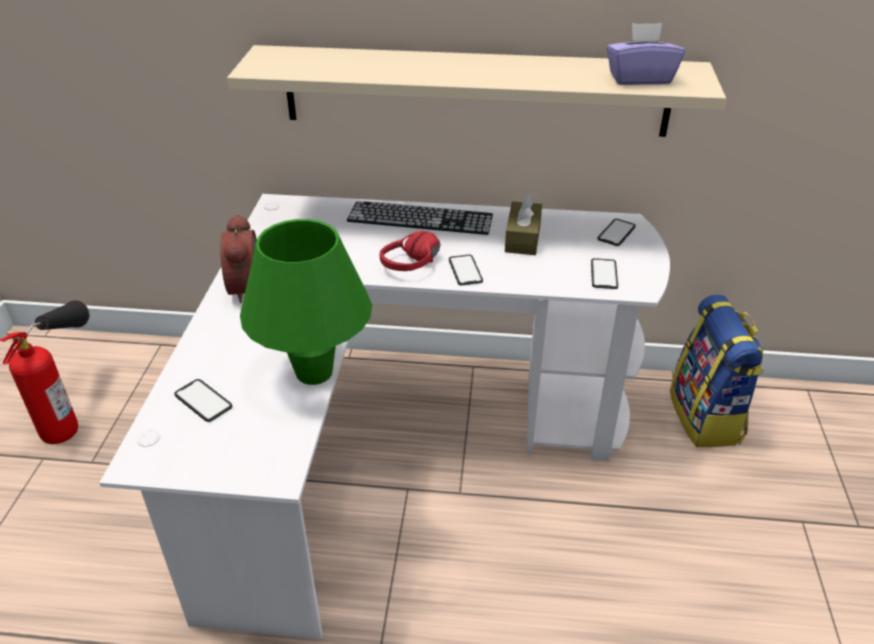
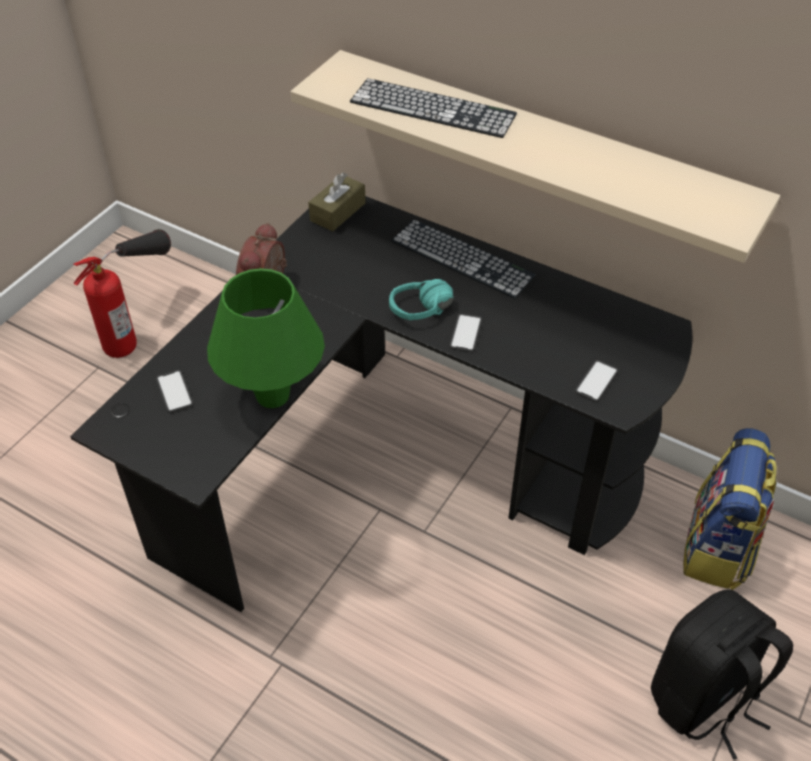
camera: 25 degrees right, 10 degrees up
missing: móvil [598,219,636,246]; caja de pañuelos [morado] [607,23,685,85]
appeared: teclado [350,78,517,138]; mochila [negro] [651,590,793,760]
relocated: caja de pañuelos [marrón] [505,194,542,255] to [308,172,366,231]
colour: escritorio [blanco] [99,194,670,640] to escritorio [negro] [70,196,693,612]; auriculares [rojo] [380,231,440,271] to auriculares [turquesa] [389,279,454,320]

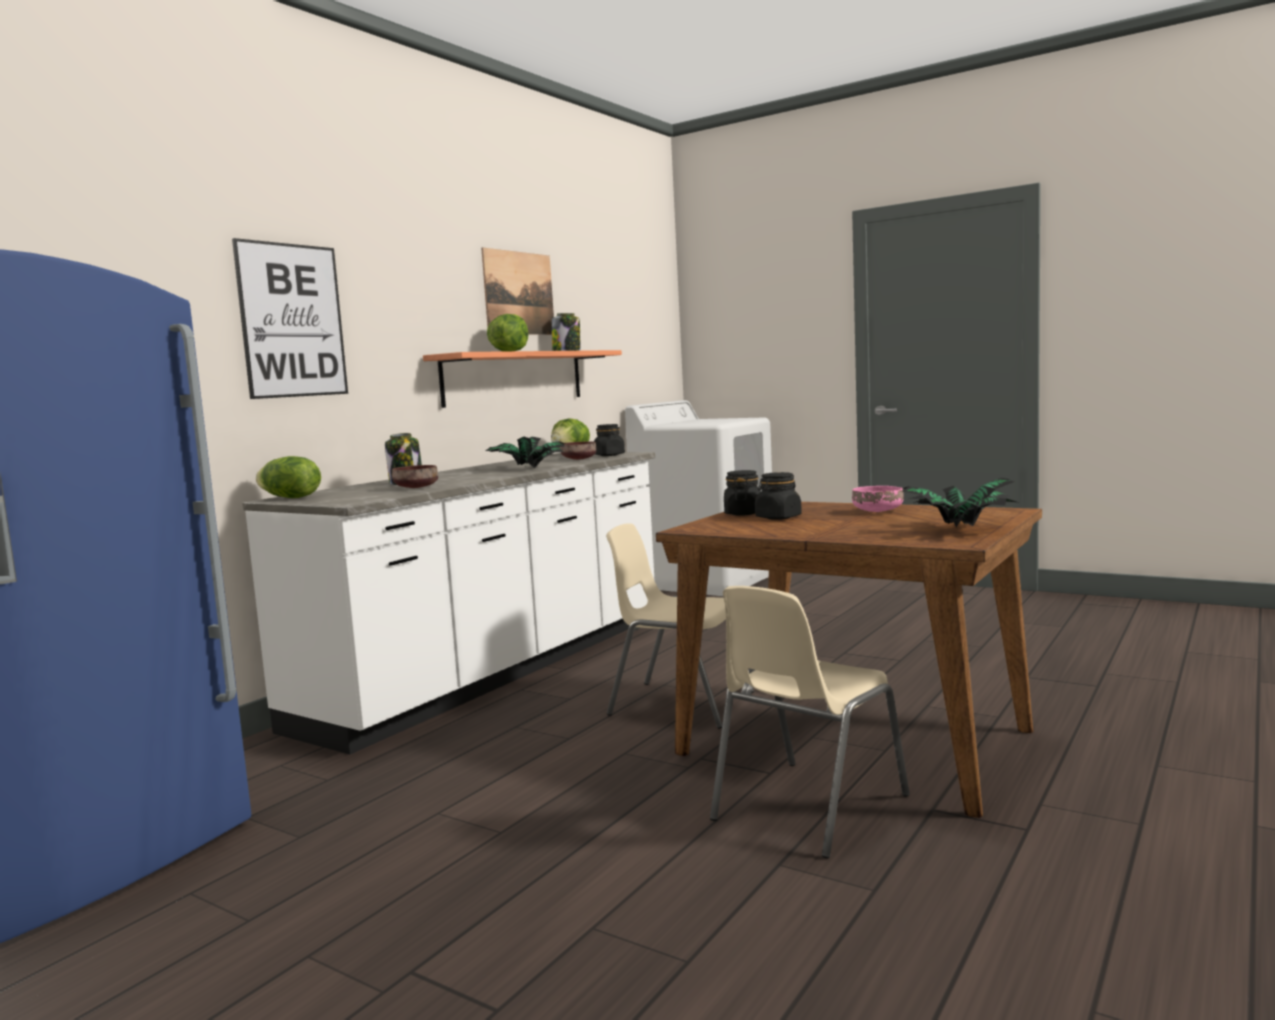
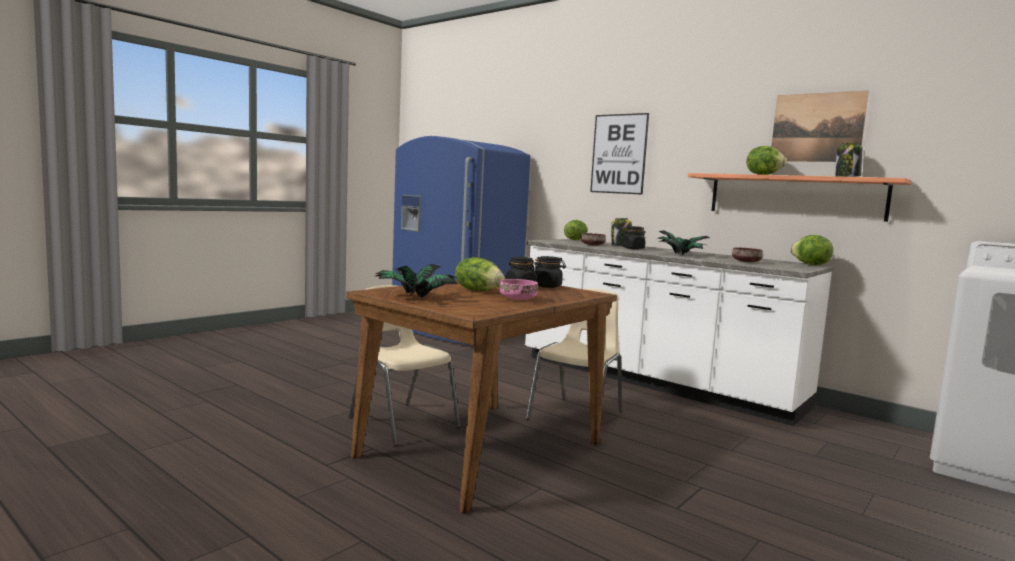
camera: 95 degrees right, 0 degrees up
appeared: lechuga [455,257,504,291]
relocated: tarro [negro] [594,424,625,456] to [622,226,646,249]

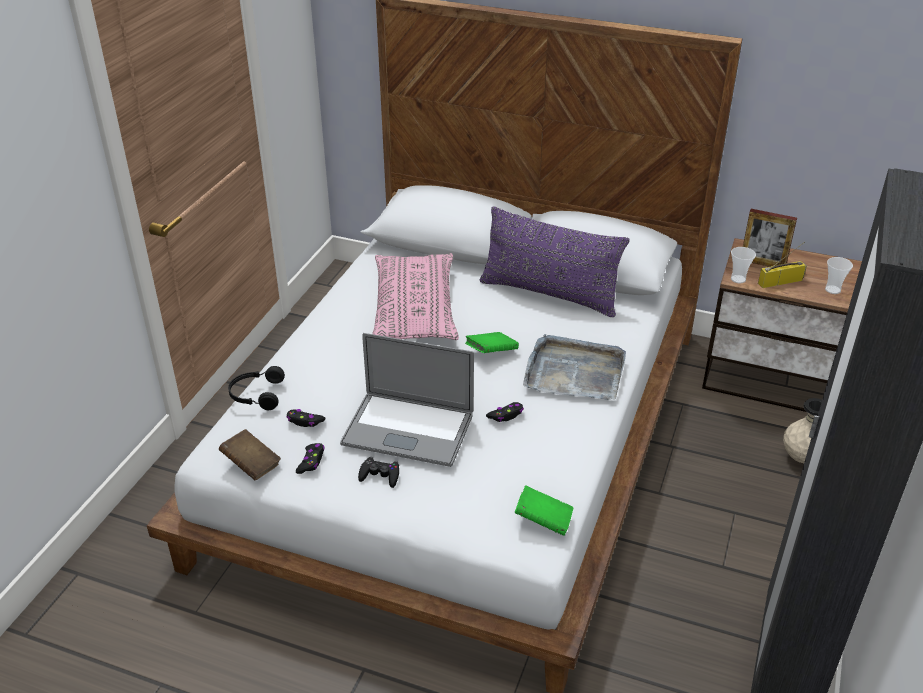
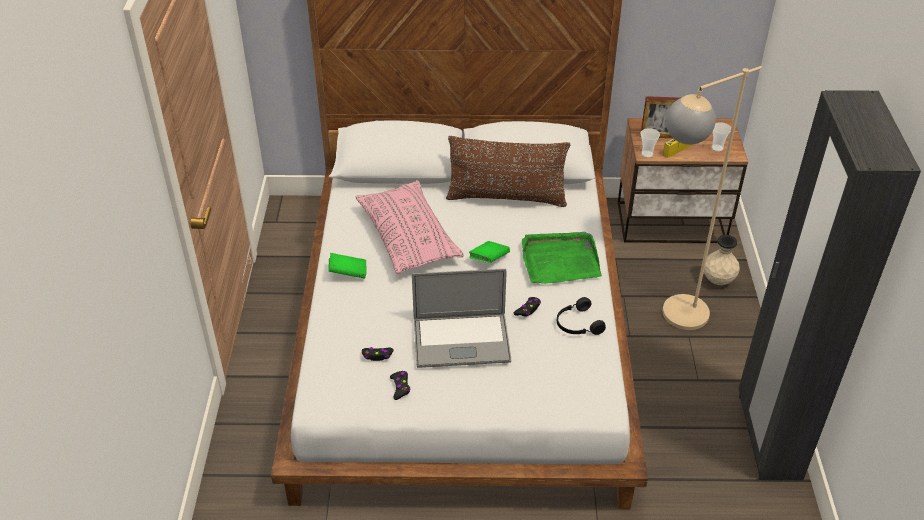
camera: 20 degrees left, 5 degrees up
missing: libro [marrón] [219,429,281,480]; mando de consola [negro] [358,457,399,488]
appeared: lámpara de pie [beis] [662,66,762,330]
relocated: auriculares [negro] [228,366,285,410] to [557,297,606,335]; libro [verde] [515,485,573,536] to [328,253,366,279]
colour: cojín [morado] [480,206,630,317] to cojín [marrón] [446,136,571,207]; bandeja [gris] [523,334,626,400] to bandeja [verde] [522,232,602,284]

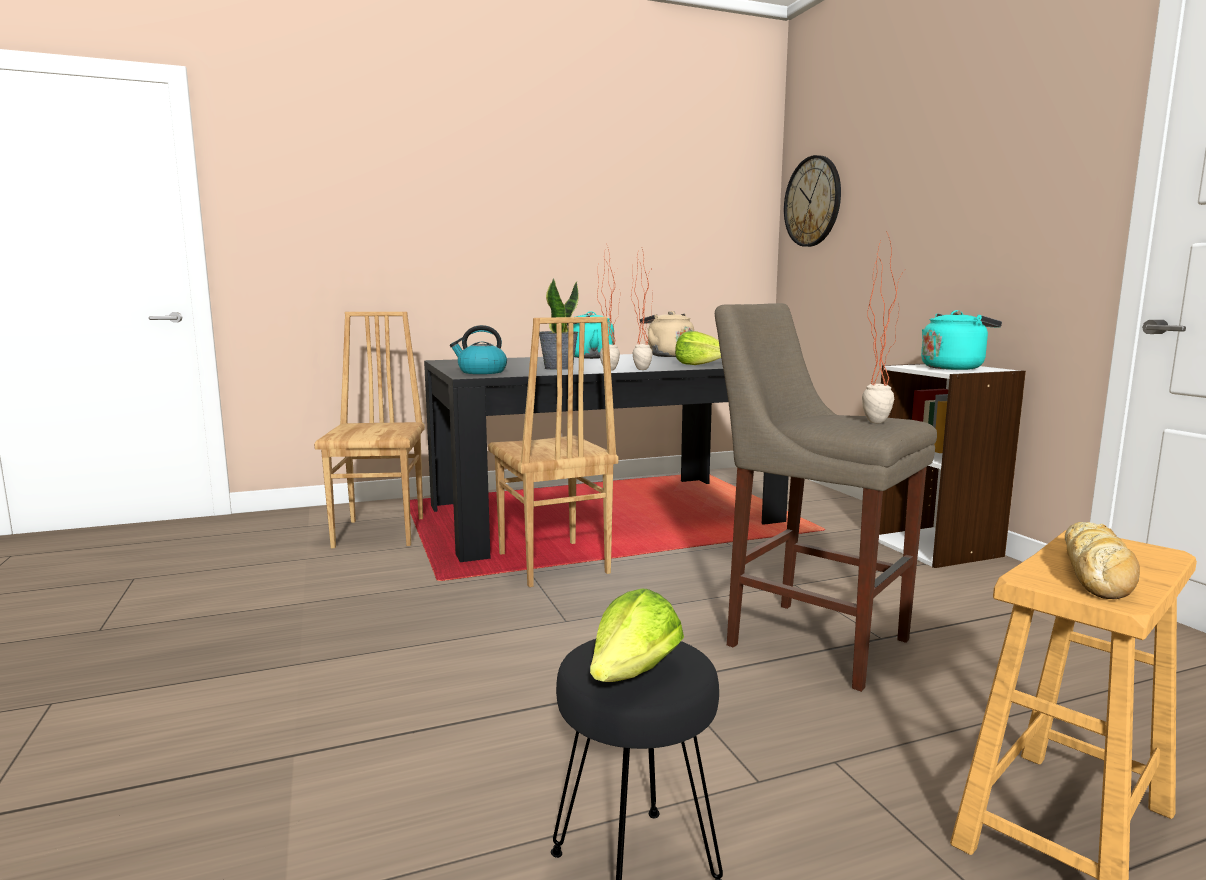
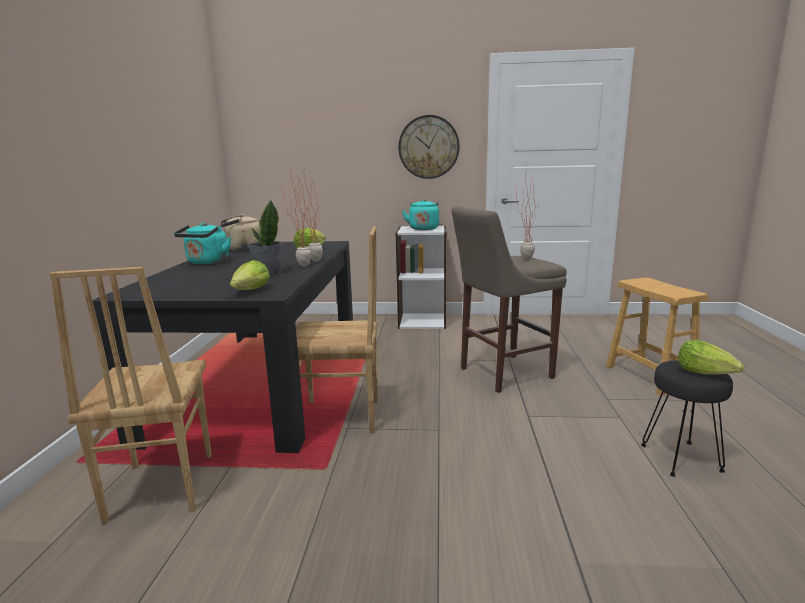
camera: 65 degrees left, 5 degrees up
missing: pan [1065,522,1140,599]
relocated: reloj de pared [784,155,841,247] to [398,115,460,179]
exchanged: hervidor [450,325,507,374] to lechuga [230,260,270,290]
spun: silla [marrón] [314,312,425,548] = [50,267,212,524] 120 degrees counterclockwise

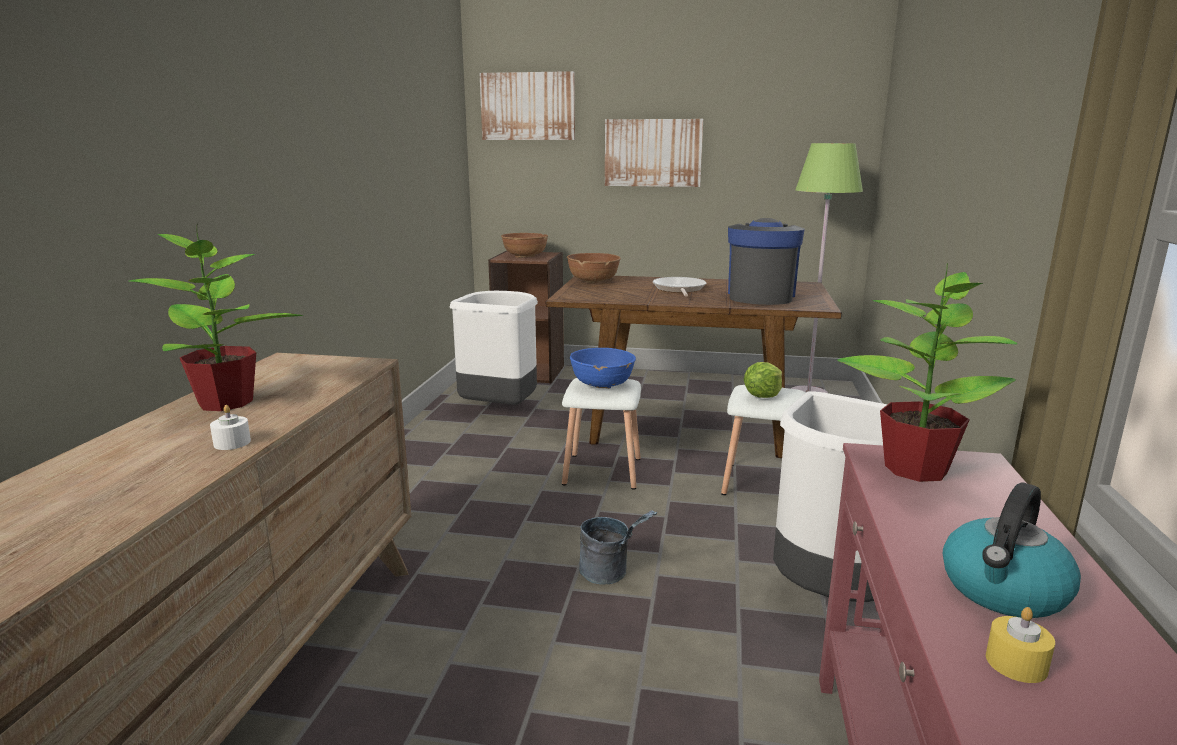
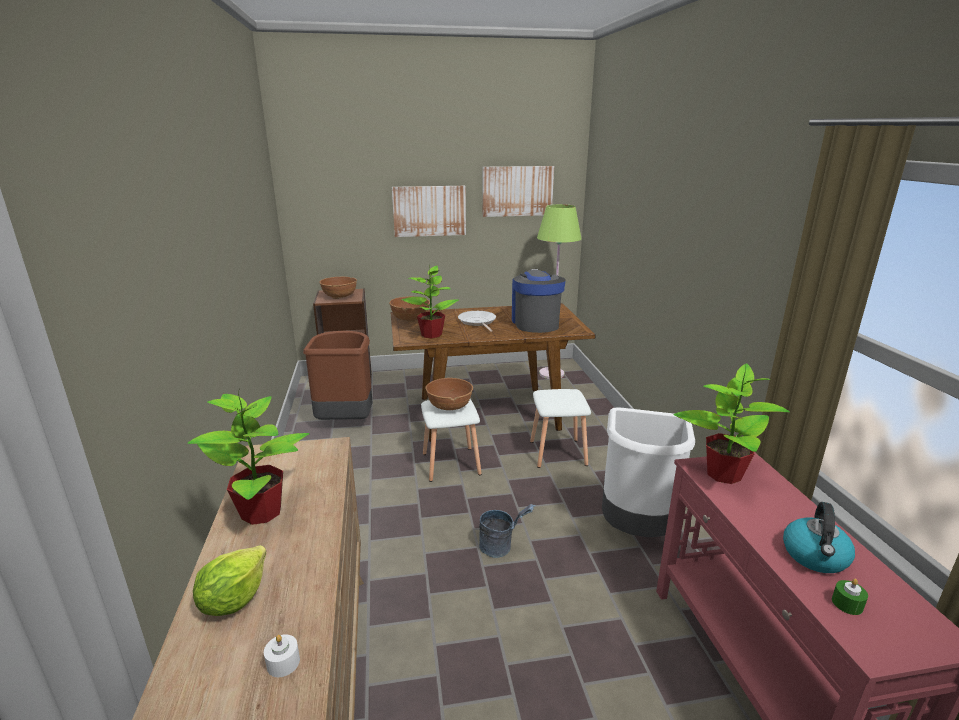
camera: 20 degrees left, 5 degrees up
appeared: planta en maceta [402,264,459,338]
relocated: vela [blanco] [210,405,251,450] to [264,634,300,677]; cuadro [479,71,575,140] to [482,166,554,217]; lechuga [743,362,782,398] to [193,545,267,616]
colour: papelera [blanco] [450,291,538,405] to papelera [marrón] [303,331,372,420]; cuenco [azul] [570,348,636,389] to cuenco [marrón] [425,378,473,410]; vela [amarillo] [986,607,1055,683] to vela [verde] [832,579,868,615]

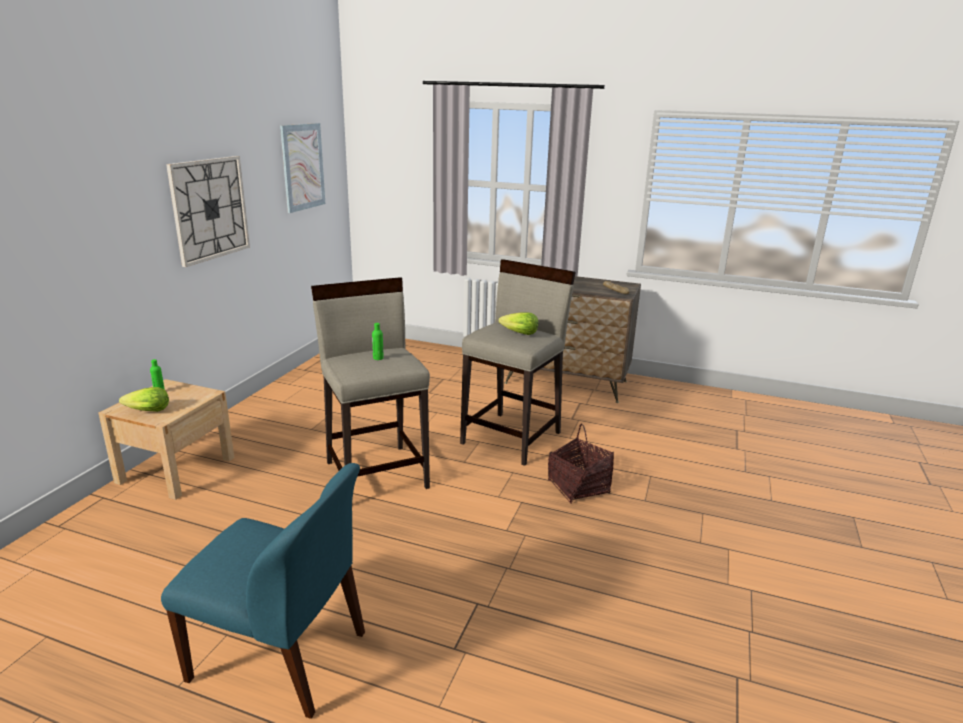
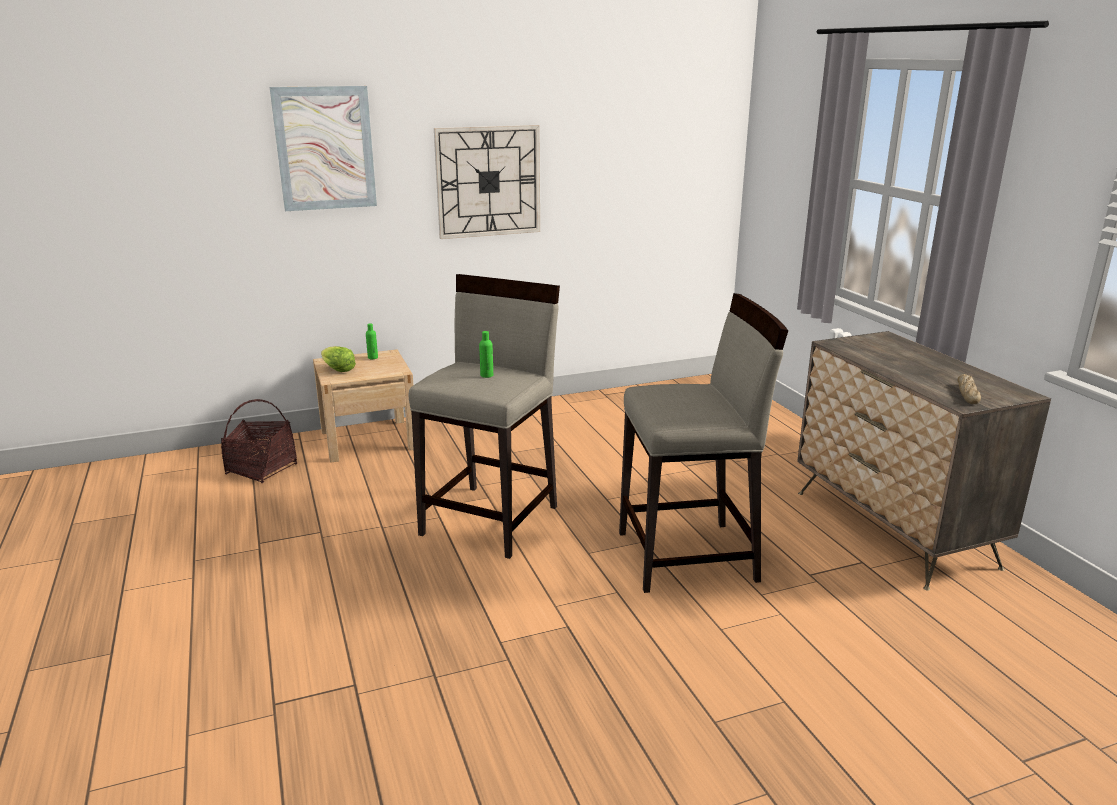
camera: 50 degrees right, 0 degrees up
missing: silla [azul] [161,463,365,719]; lechuga [498,312,538,335]
relocated: cuadro [280,123,325,213] to [270,86,377,211]; cesta [548,424,614,504] to [221,399,297,483]

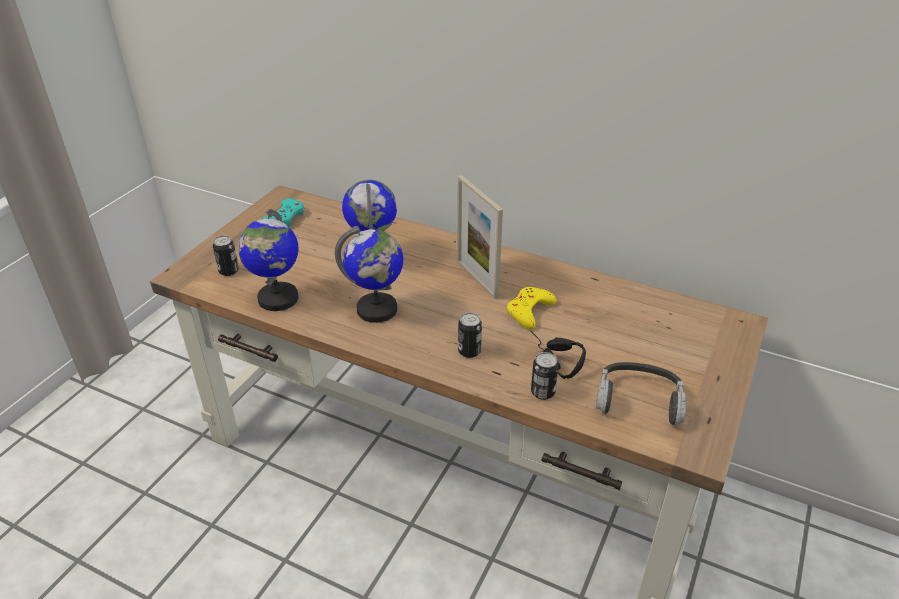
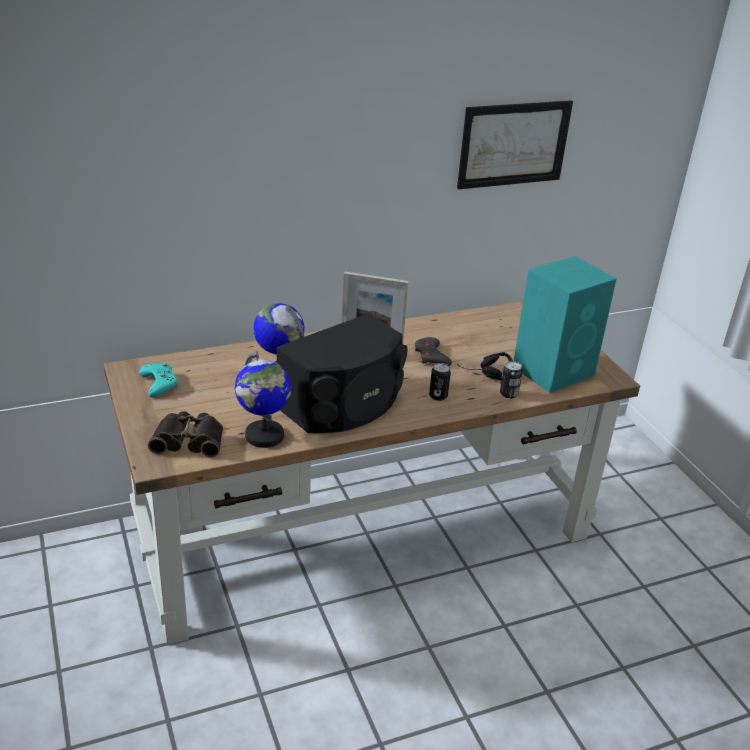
camera: 50 degrees left, 5 degrees down
appeared: cuadro [457,100,573,190]
exchanged: lata [213,236,239,276] to prismáticos [148,411,223,458]; globo terráqueo [335,226,403,323] to altavoz [negro] [276,313,407,433]; auriculares [596,362,687,426] to altavoz [turquesa] [514,256,616,393]
colour: mando de consola [amarillo] [507,287,557,330] to mando de consola [gris] [415,337,452,366]

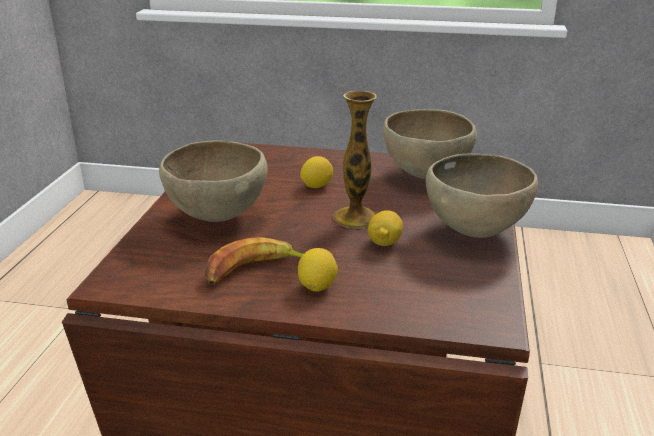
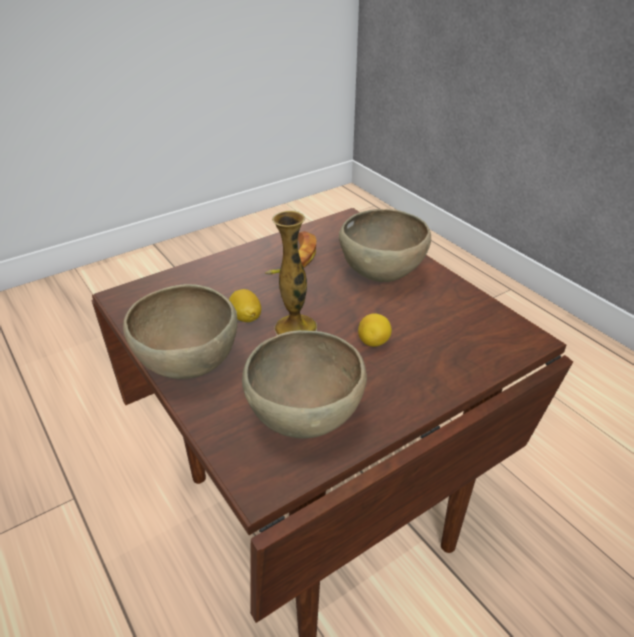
camera: 135 degrees right, 10 degrees up
missing: limón [298,248,338,292]

